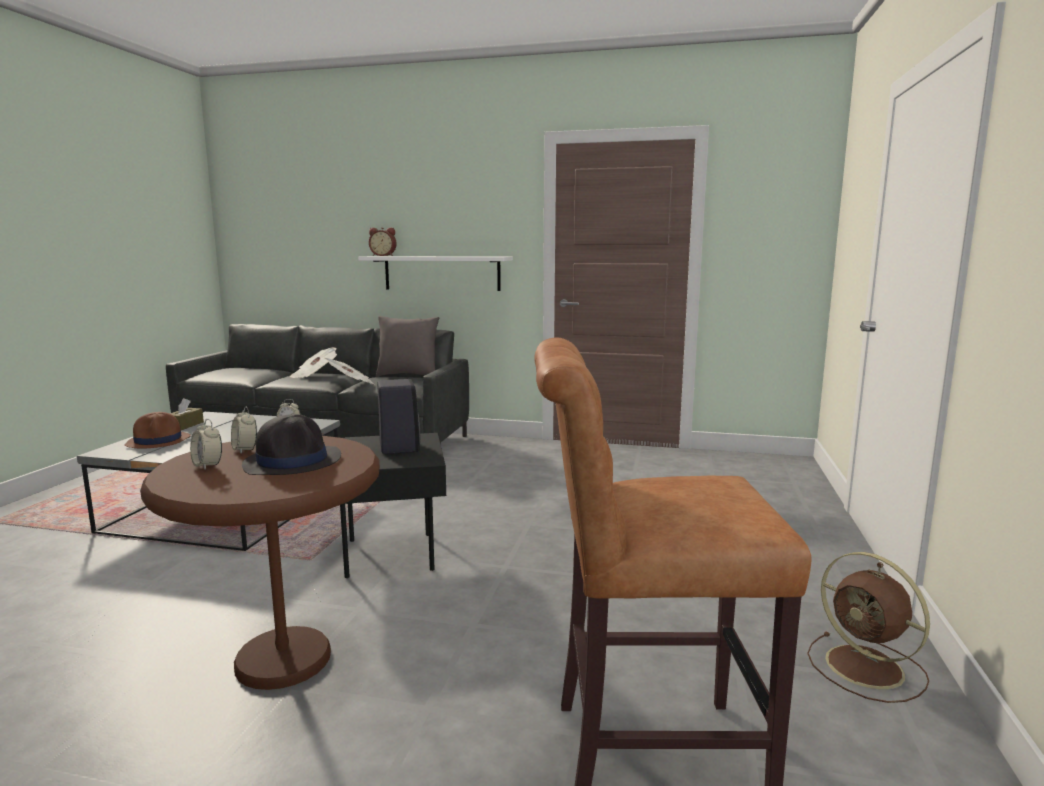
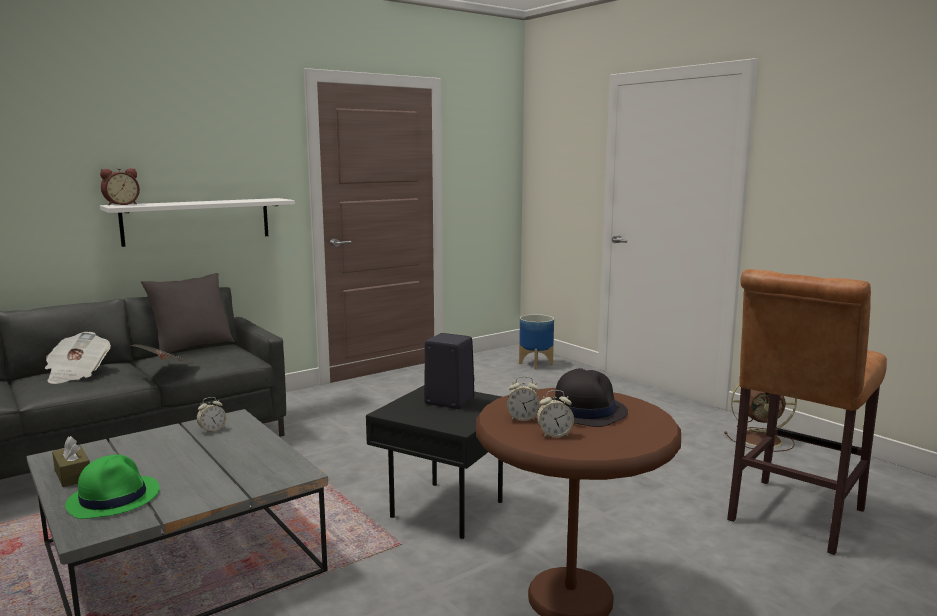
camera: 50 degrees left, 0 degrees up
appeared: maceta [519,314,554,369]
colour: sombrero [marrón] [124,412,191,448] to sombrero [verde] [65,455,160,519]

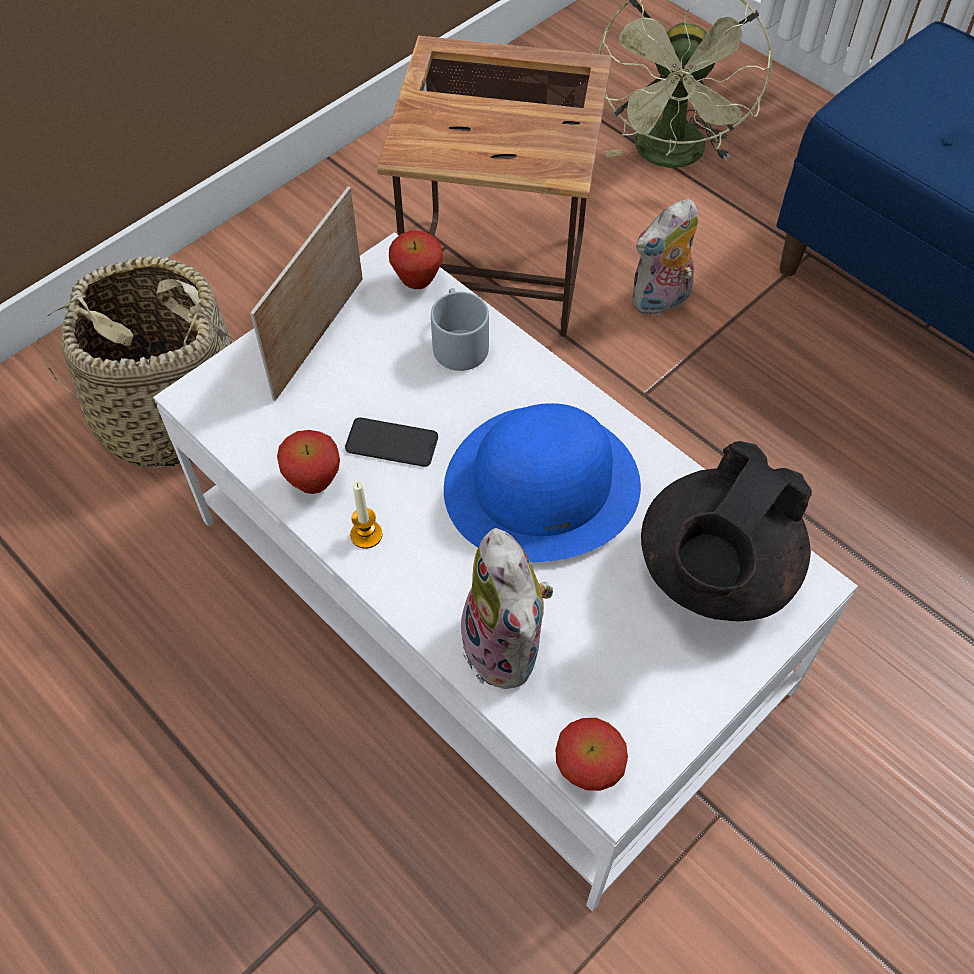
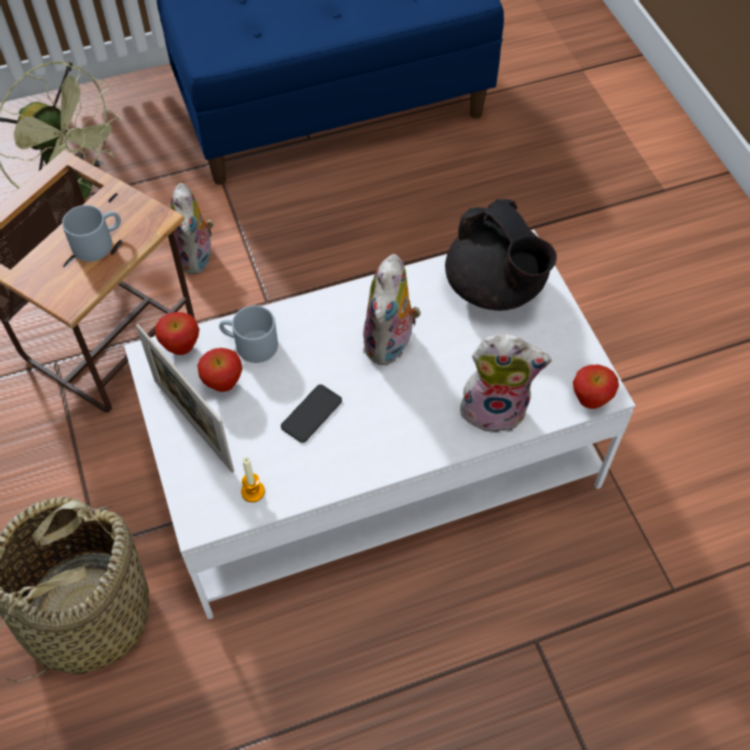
camera: 65 degrees left, 0 degrees up
appeared: taza grande [gris] [62,205,121,262]
relocated: manzana [277,430,340,494] to [197,348,242,392]; vela [350,481,382,549] to [241,457,265,502]
exchanged: sombrero [azul] [444,403,641,562] to peluche [363,254,421,365]

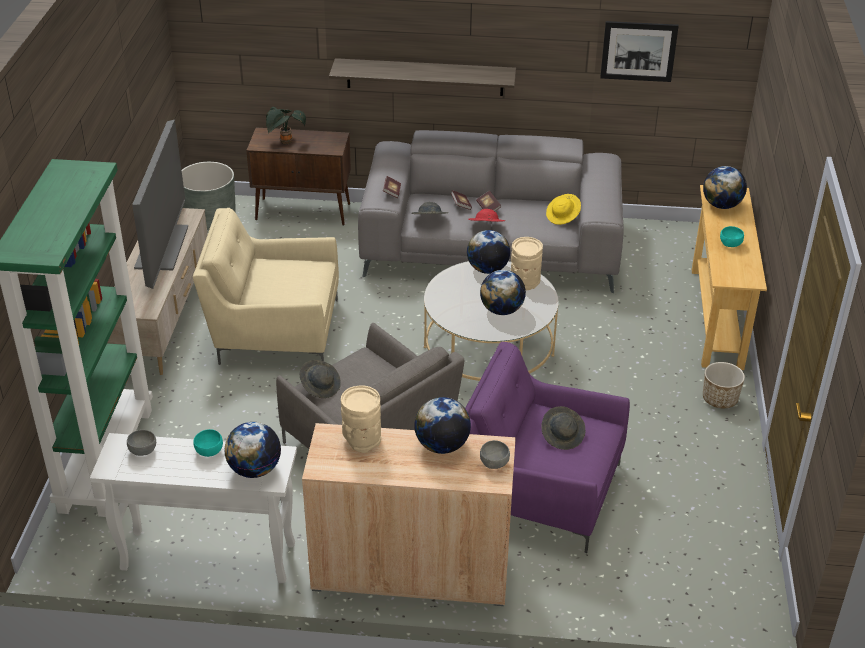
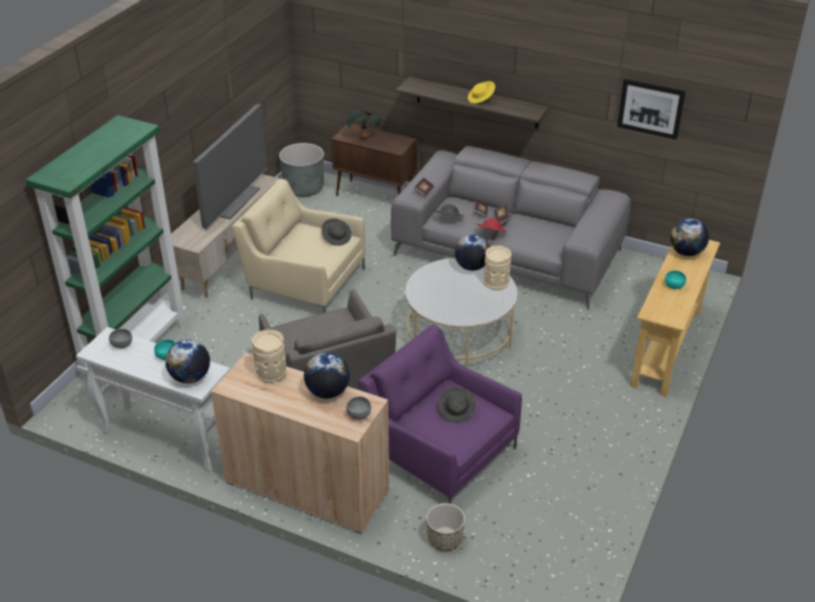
camera: 20 degrees right, 0 degrees up
missing: globo terráqueo [480,270,526,315]
relocated: sombrero [gris] [300,360,341,398] to [321,218,352,246]; sombrero [amarillo] [546,194,581,225] to [468,81,495,103]; maceta [703,362,745,408] to [426,503,465,551]

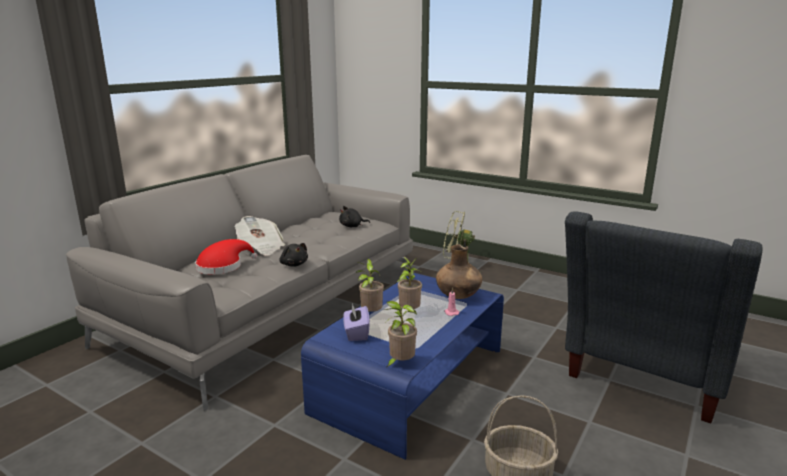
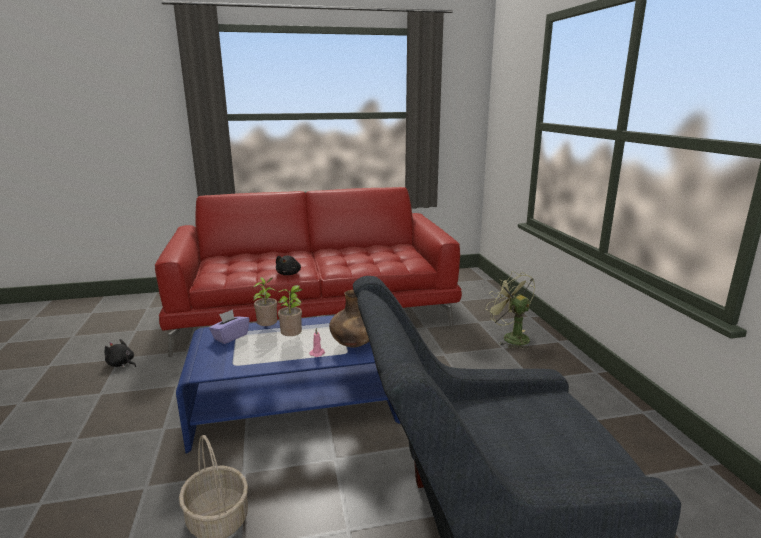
camera: 45 degrees right, 0 degrees up
missing: sombrero [rojo] [195,239,257,275]; periódico [235,216,285,256]; planta en maceta [384,301,417,368]
relocated: peluche [negro] [339,206,370,227] to [105,339,136,368]
colour: sofá [gris] [66,155,413,411] to sofá [rojo] [155,187,462,357]

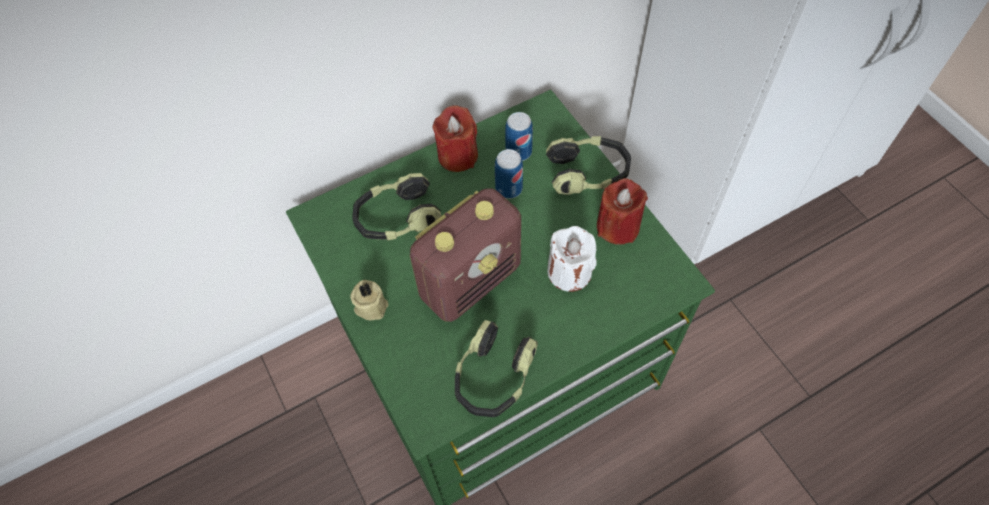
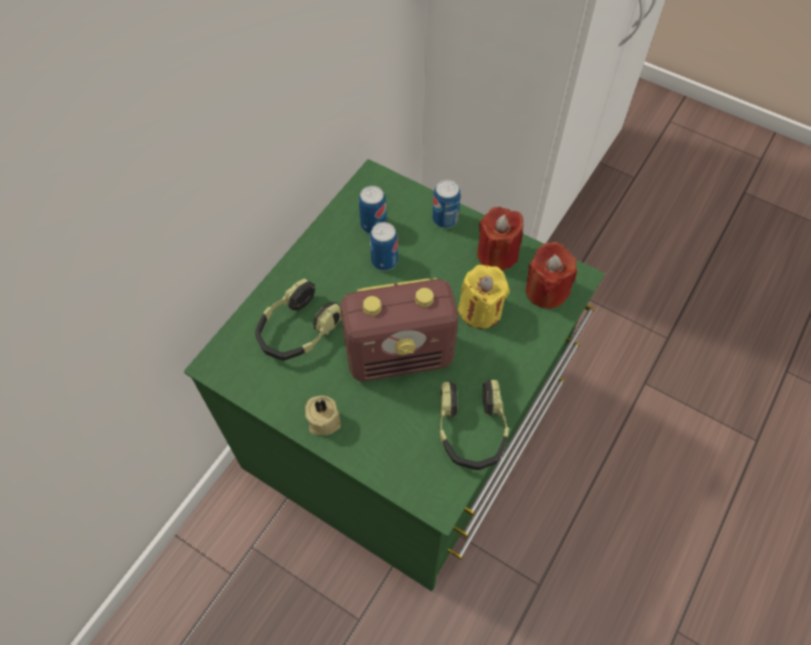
camera: 30 degrees left, 0 degrees up
relocated: vela [rojo] [433,105,478,172] to [526,242,577,309]
exchanged: auriculares [546,136,631,195] to lata [432,180,461,228]
colour: vela [blanco] [547,226,597,292] to vela [amarillo] [458,265,510,329]
spun: radio [410,188,521,322] = [340,278,458,381] 60 degrees clockwise

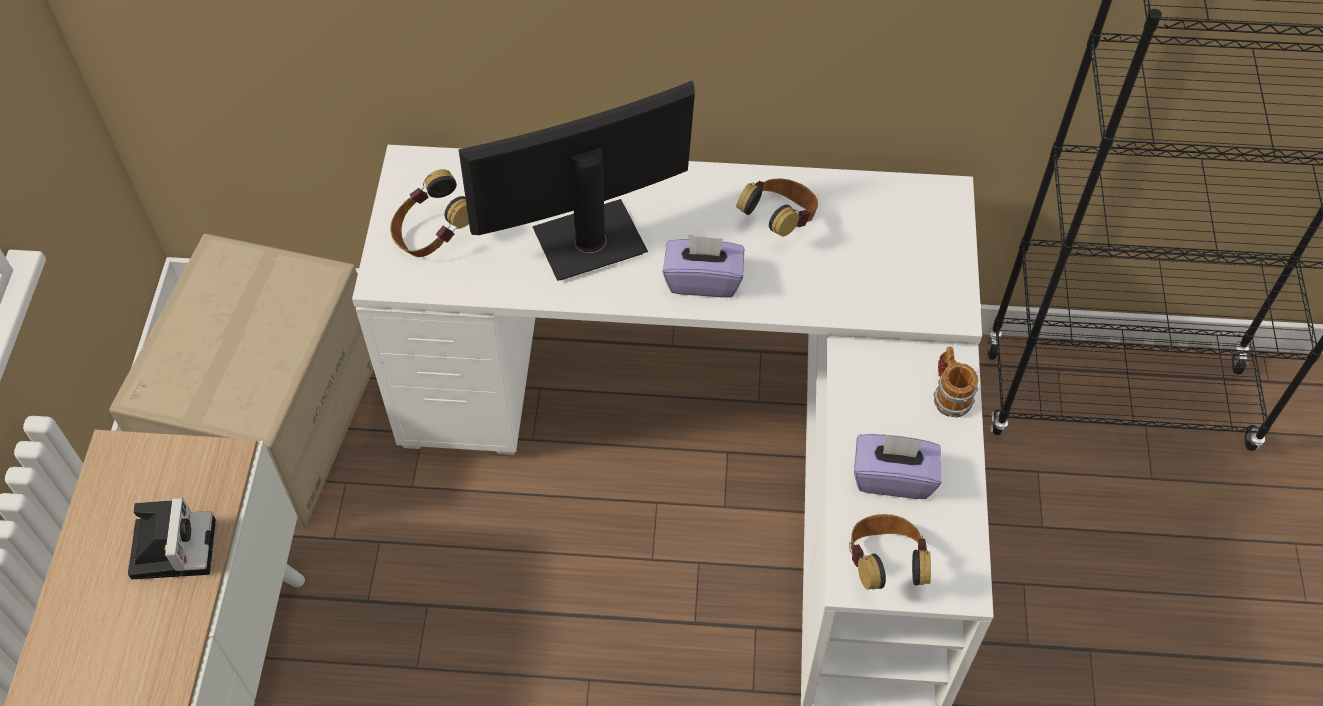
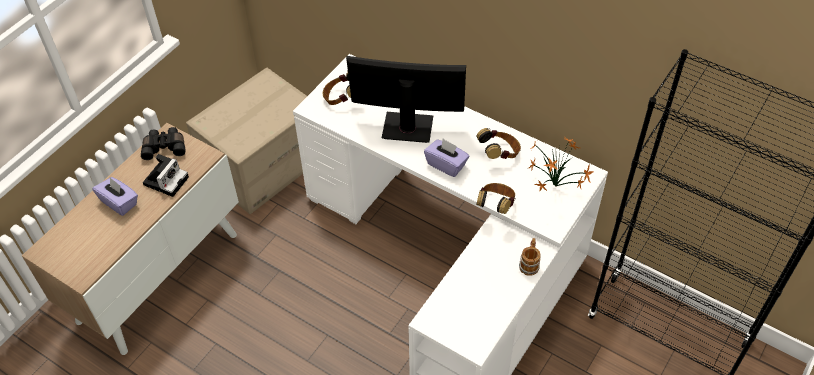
camera: 30 degrees right, 5 degrees down
appeared: prismáticos [negro] [141,127,185,160]; planta en maceta [529,136,593,191]
relocated: auriculares [849,514,931,590] to [476,183,515,214]; caja de pañuelos [morado] [854,434,941,499] to [92,177,138,216]

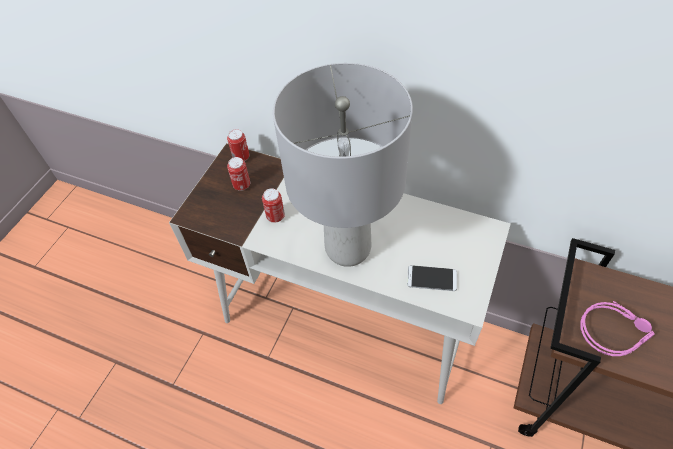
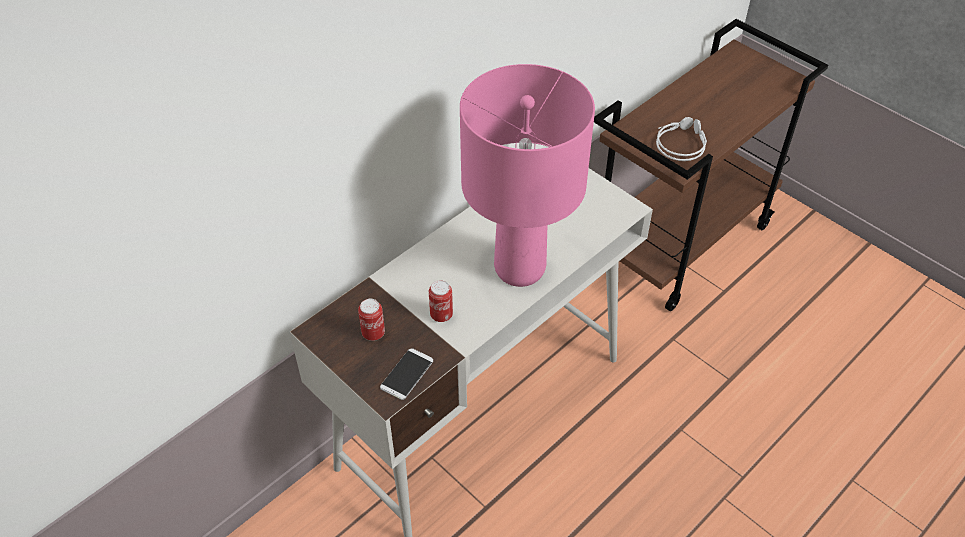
camera: 70 degrees left, 5 degrees down
missing: lata [227,129,249,161]
relocated: móvil [407,265,457,291] to [380,348,433,400]
colour: lámpara de mesa [gris] [273,63,413,267] to lámpara de mesa [rosa] [460,64,595,287]; auriculares [rosa] [580,301,654,356] to auriculares [gris] [656,117,707,161]

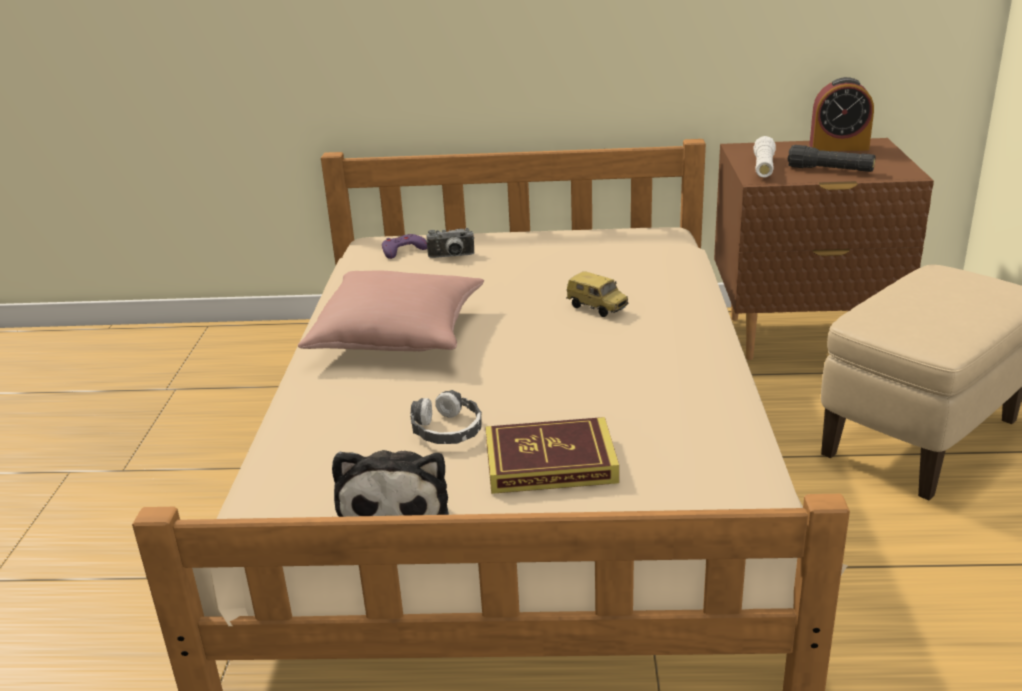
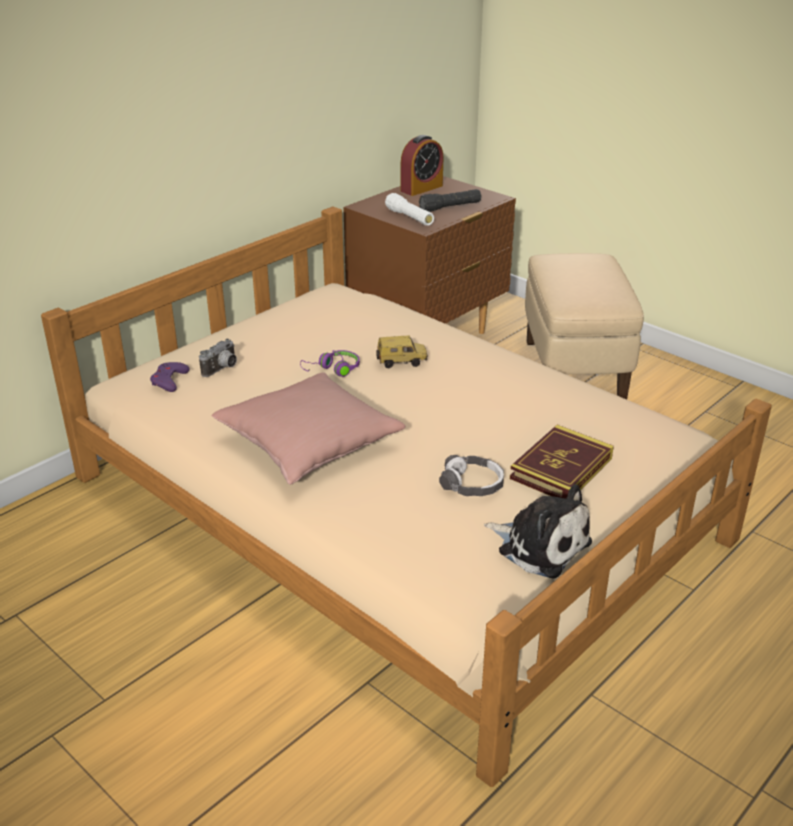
camera: 50 degrees left, 5 degrees up
appeared: auriculares [morado] [300,350,360,377]

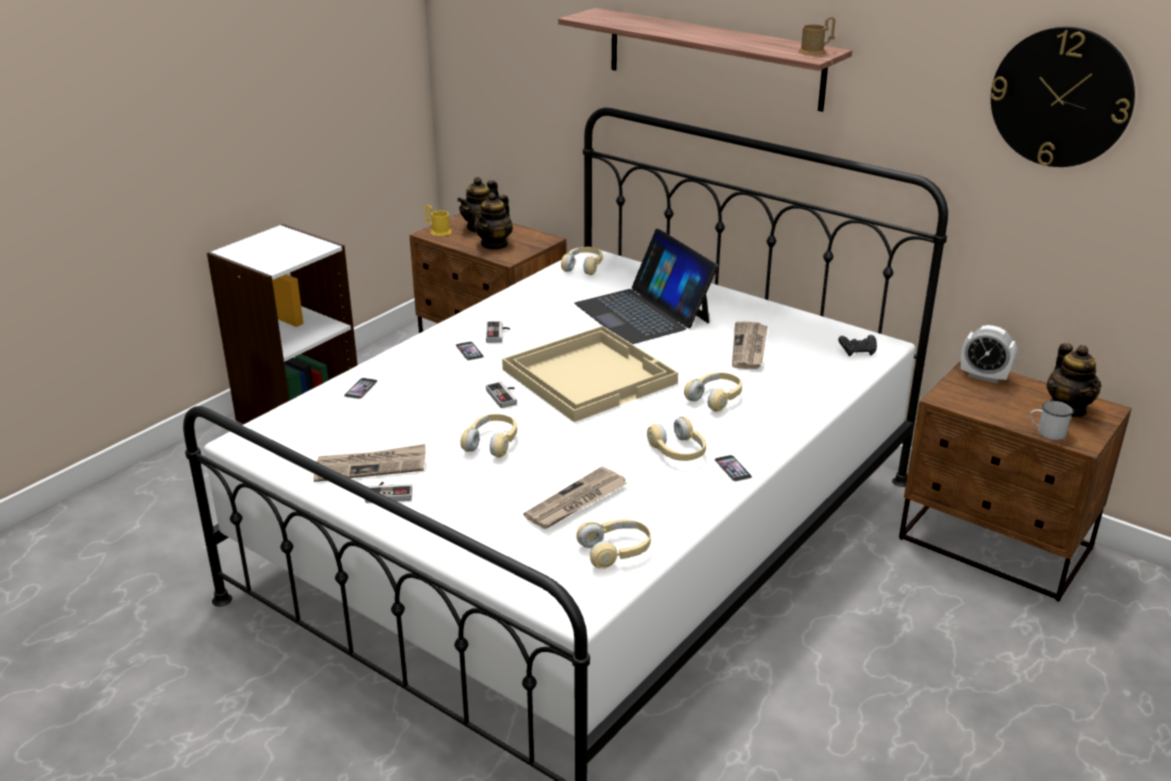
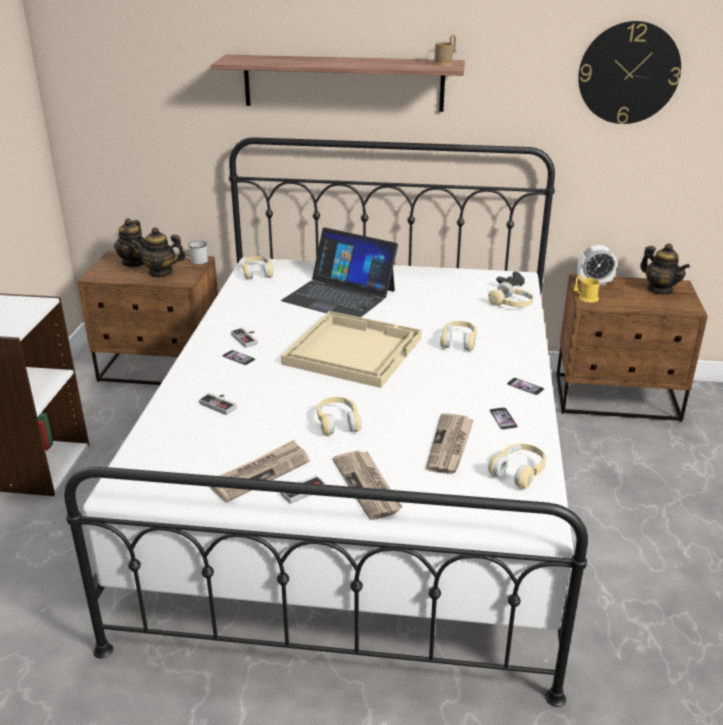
camera: 30 degrees left, 0 degrees up
relocated: móvil [344,378,378,399] to [489,407,518,430]; taza grande [amarillo] [425,205,452,236] to [574,276,600,302]; mando de consola [486,382,517,408] to [199,393,237,415]; auriculares [beis] [647,416,706,461] to [488,282,533,307]; periódico [732,322,768,369] to [333,450,403,520]; taza grande [blanco] [1030,401,1073,440] to [183,241,208,264]
spun: tetera [474,192,513,250] = [130,227,186,278] 90 degrees clockwise

